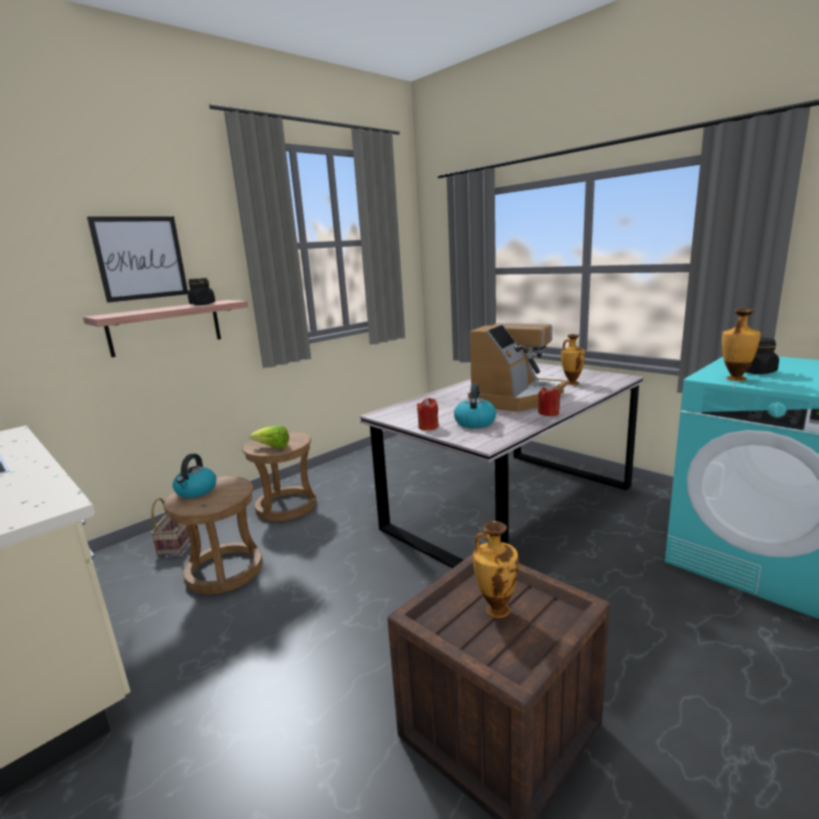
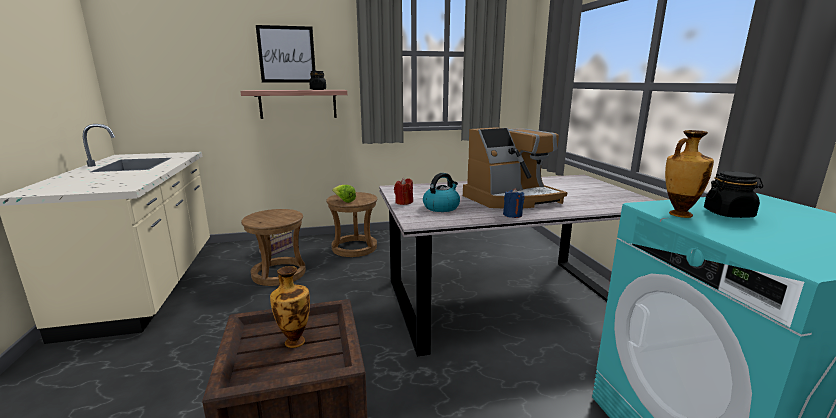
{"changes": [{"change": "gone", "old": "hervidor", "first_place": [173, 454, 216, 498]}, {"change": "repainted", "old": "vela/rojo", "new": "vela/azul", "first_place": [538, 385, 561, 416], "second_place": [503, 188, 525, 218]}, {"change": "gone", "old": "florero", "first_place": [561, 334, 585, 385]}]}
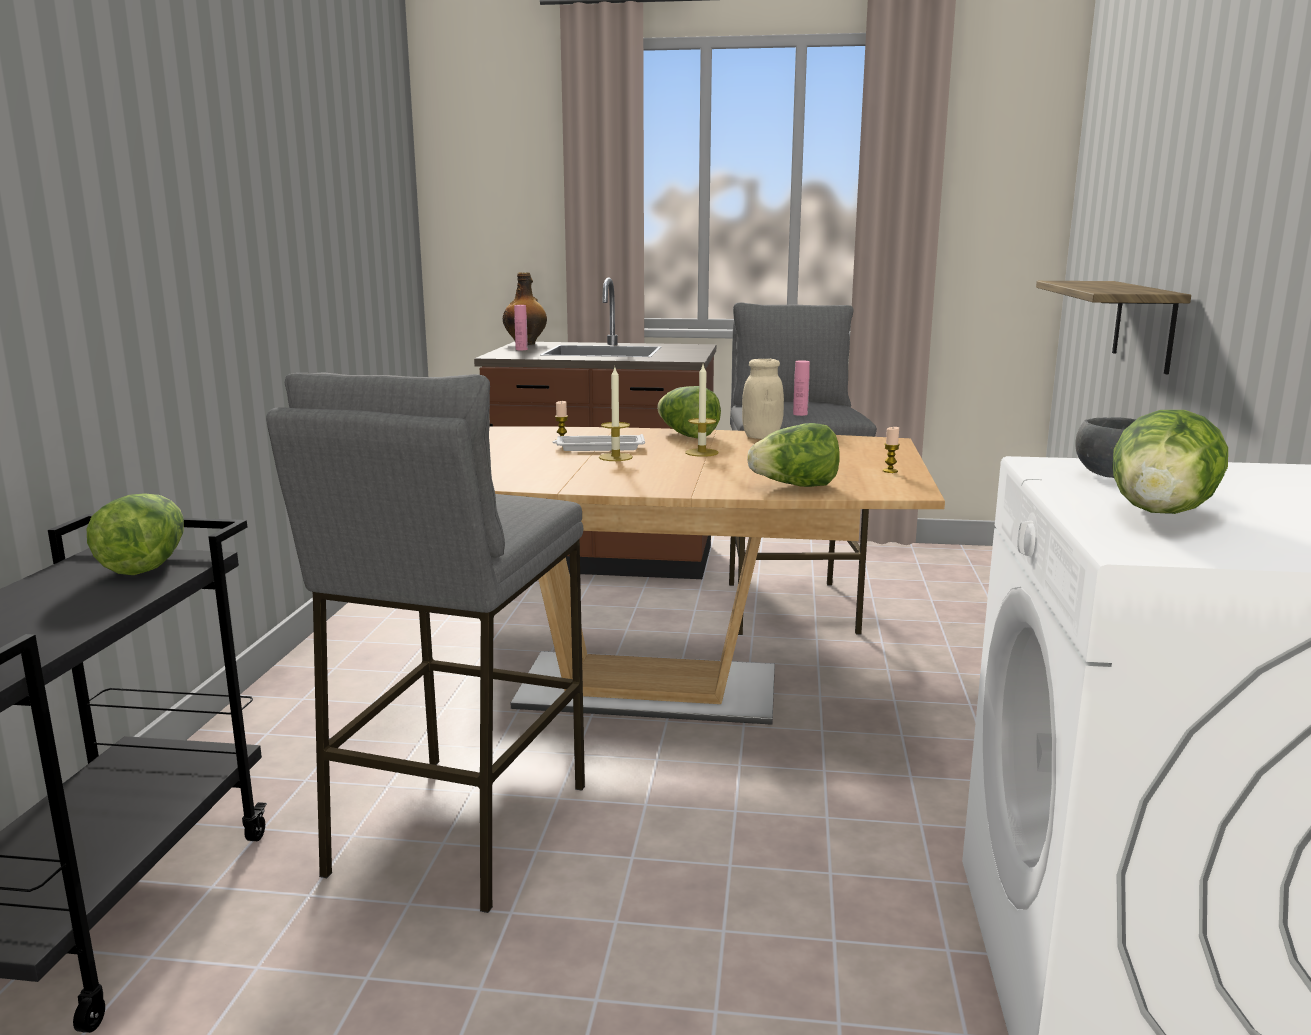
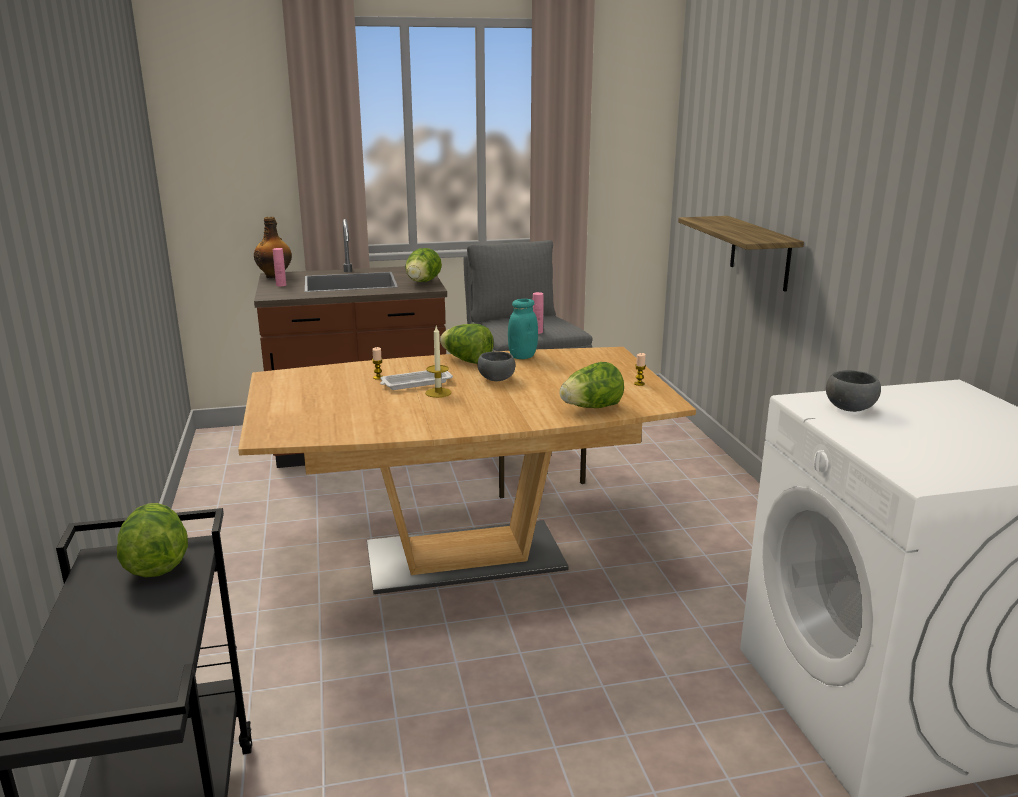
{"changes": [{"change": "gone", "old": "taburete/gris", "first_place": [266, 372, 585, 913]}, {"change": "swapped", "old": "vela", "new": "cuenco/gris", "first_place": [685, 365, 718, 457], "second_place": [478, 351, 515, 381]}, {"change": "repainted", "old": "tarro/beis", "new": "tarro/turquesa", "first_place": [742, 359, 784, 439], "second_place": [508, 299, 538, 359]}, {"change": "shifted", "old": "lechuga", "first_place": [1112, 410, 1228, 514], "second_place": [405, 248, 442, 282]}]}
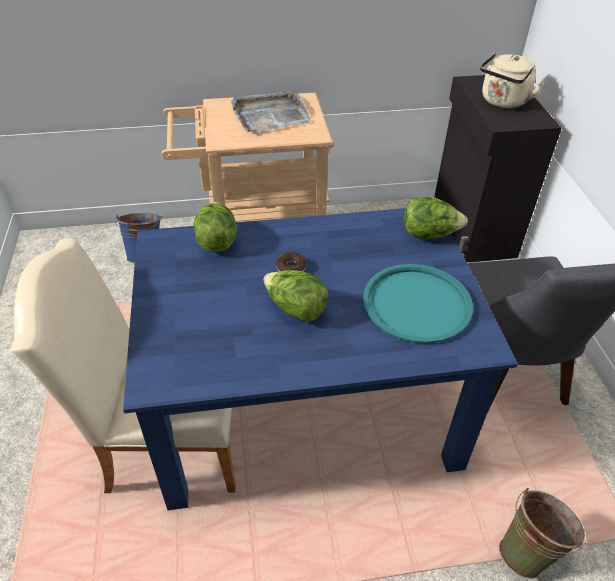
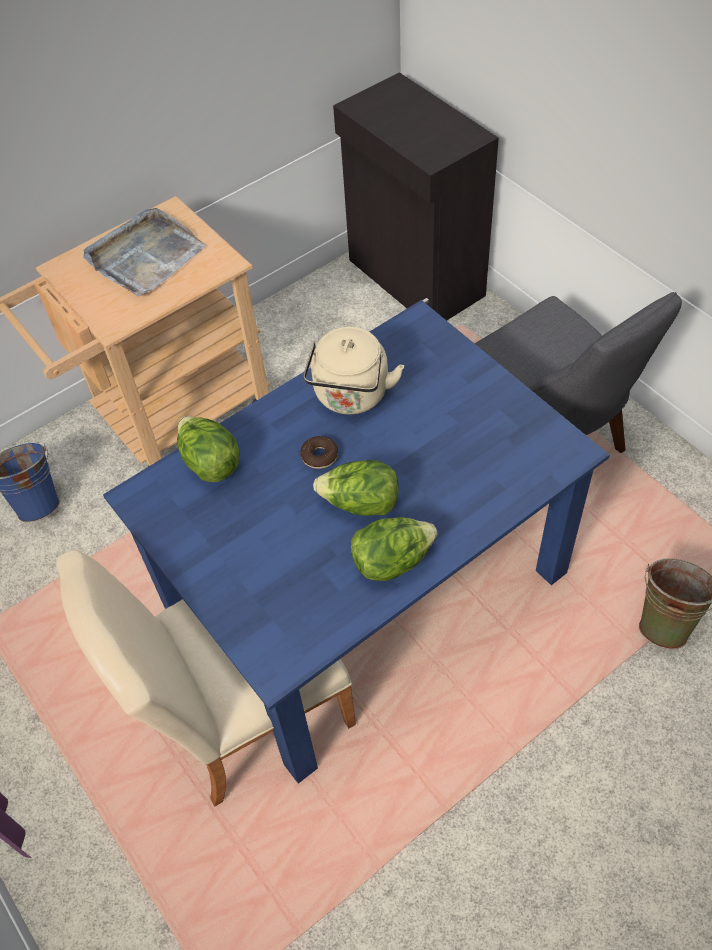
{"changes": [{"change": "gone", "old": "bandeja/turquesa", "first_place": [363, 264, 473, 344]}, {"change": "shifted", "old": "lechuga", "first_place": [404, 197, 468, 239], "second_place": [351, 518, 438, 581]}, {"change": "shifted", "old": "hervidor/beis", "first_place": [480, 53, 544, 108], "second_place": [303, 327, 404, 415]}]}
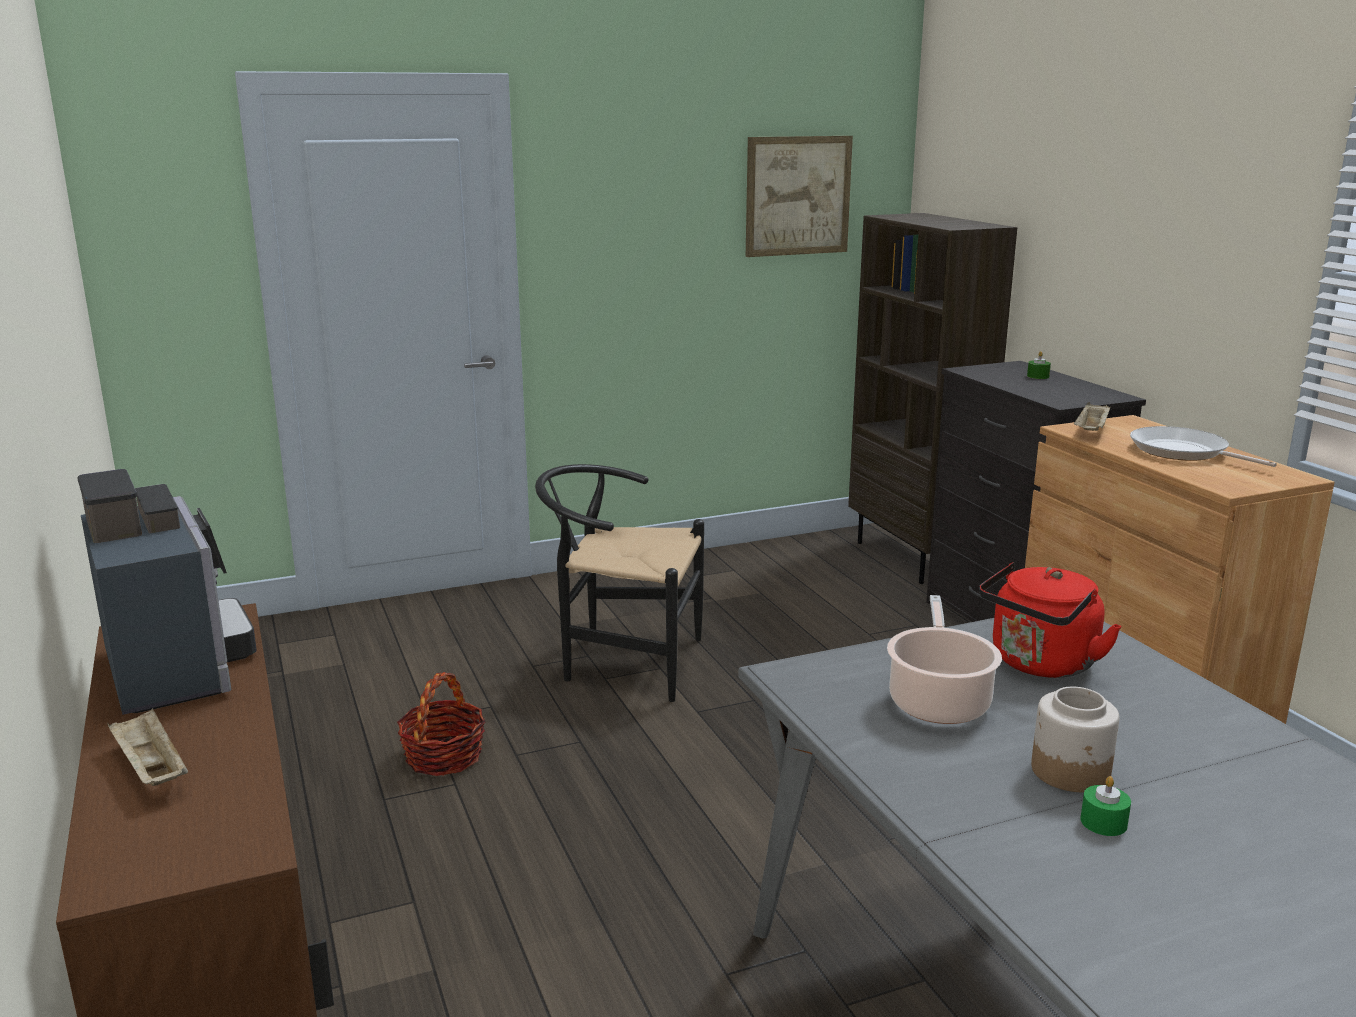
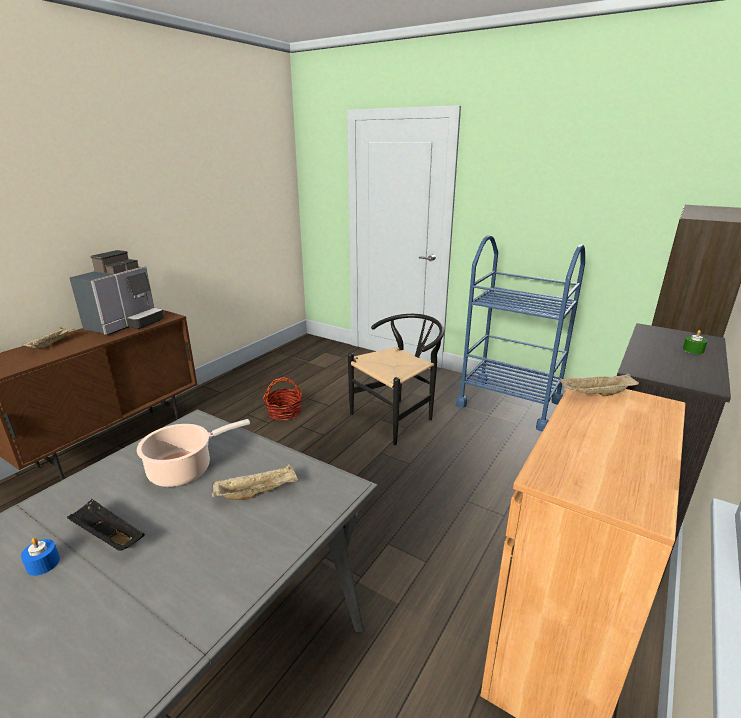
{"changes": [{"change": "rotated", "old": "silla/negro", "first_place": [535, 464, 704, 702], "second_place": [348, 314, 444, 445], "degrees": 75}, {"change": "gone", "old": "cuadro", "first_place": [746, 136, 853, 257]}, {"change": "swapped", "old": "hervidor/rojo", "new": "bandeja/beis", "first_place": [979, 562, 1122, 678], "second_place": [212, 465, 298, 500]}, {"change": "swapped", "old": "tarro", "new": "bandeja/negro", "first_place": [1031, 687, 1119, 792], "second_place": [67, 499, 145, 551]}, {"change": "repainted", "old": "vela/verde", "new": "vela/azul", "first_place": [1081, 776, 1131, 836], "second_place": [21, 538, 60, 576]}, {"change": "gone", "old": "sartén", "first_place": [1130, 426, 1277, 467]}, {"change": "new", "new": "carrito/azul", "second_place": [456, 235, 585, 432]}]}
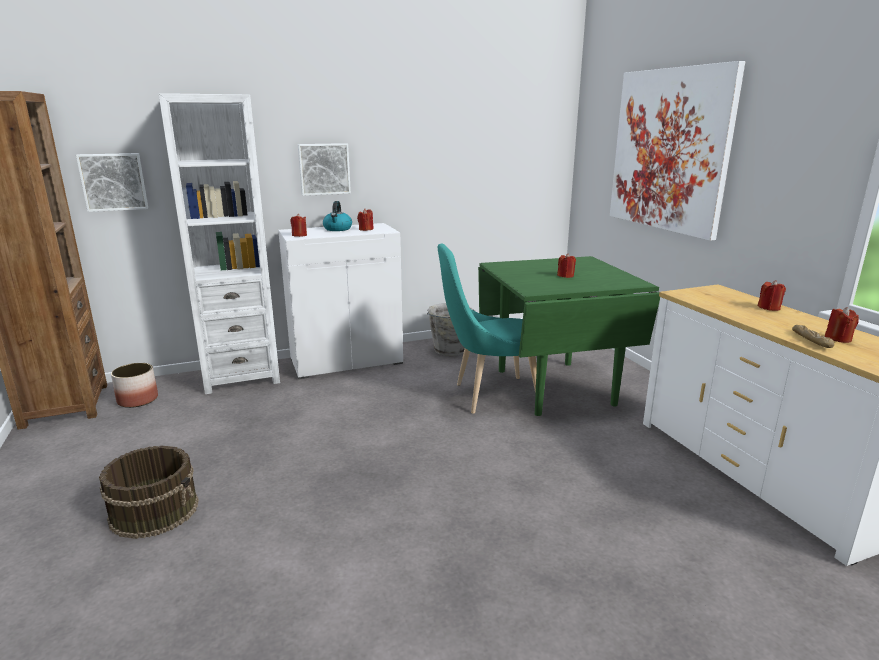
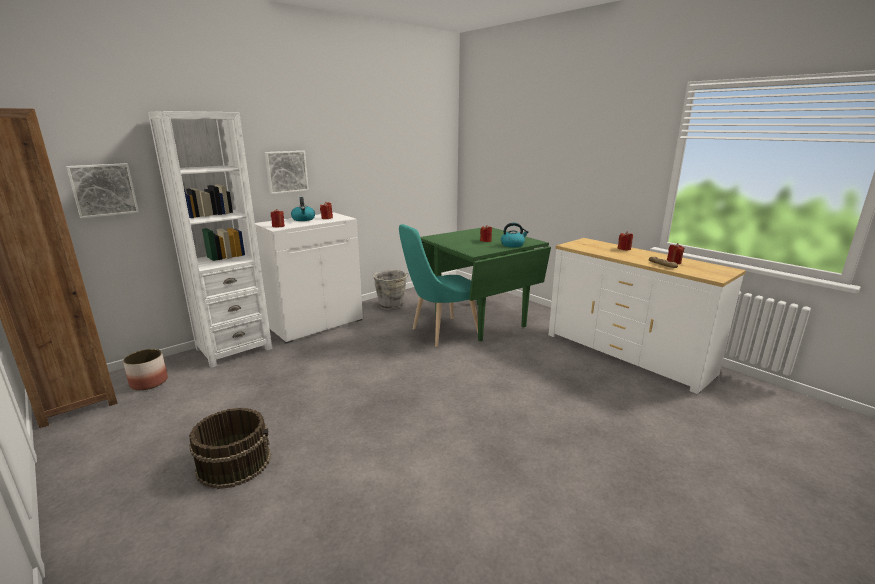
{"changes": [{"change": "gone", "old": "cuadro", "first_place": [610, 61, 745, 241]}, {"change": "new", "new": "hervidor", "second_place": [501, 223, 529, 248]}]}
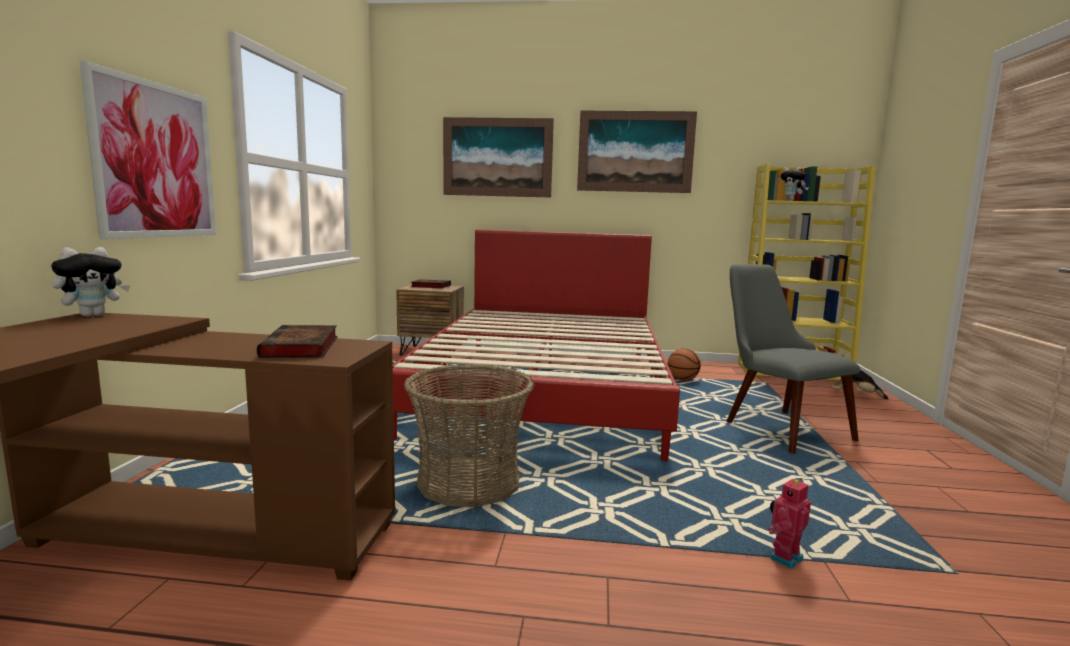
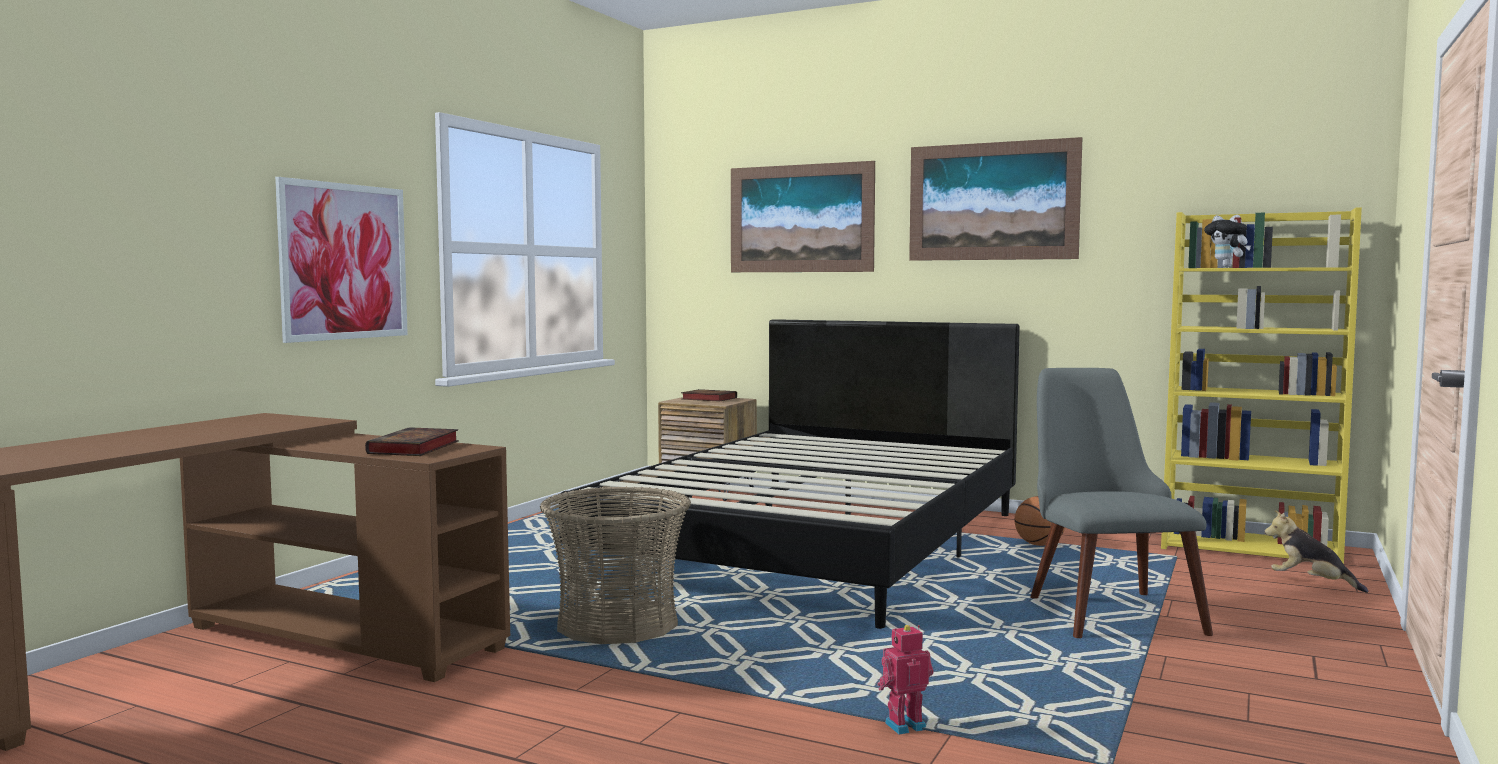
{"changes": [{"change": "gone", "old": "peluche", "first_place": [51, 247, 130, 317]}, {"change": "repainted", "old": "cama/rojo", "new": "cama/negro", "first_place": [393, 229, 680, 461], "second_place": [559, 319, 1020, 629]}]}
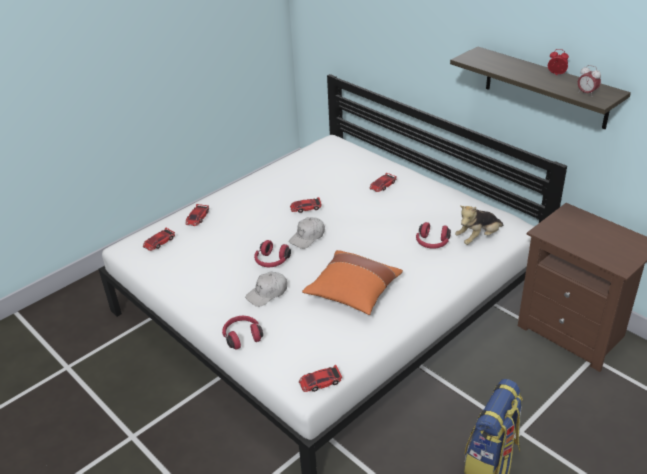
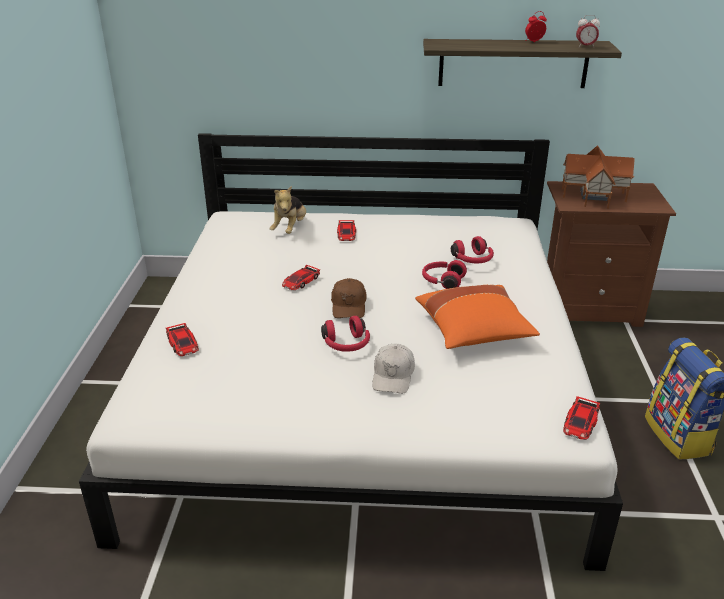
{"changes": [{"change": "gone", "old": "coche de juguete", "first_place": [143, 228, 175, 251]}, {"change": "shifted", "old": "auriculares/rojo", "first_place": [222, 316, 263, 350], "second_place": [422, 260, 467, 289]}, {"change": "repainted", "old": "gorra/blanco", "new": "gorra/marrón", "first_place": [289, 217, 325, 249], "second_place": [331, 278, 367, 318]}, {"change": "shifted", "old": "peluche", "first_place": [455, 206, 503, 245], "second_place": [270, 186, 306, 234]}, {"change": "new", "new": "casita", "second_place": [562, 145, 635, 209]}]}
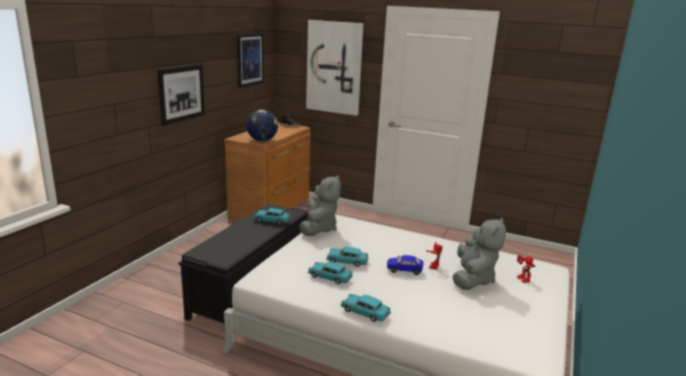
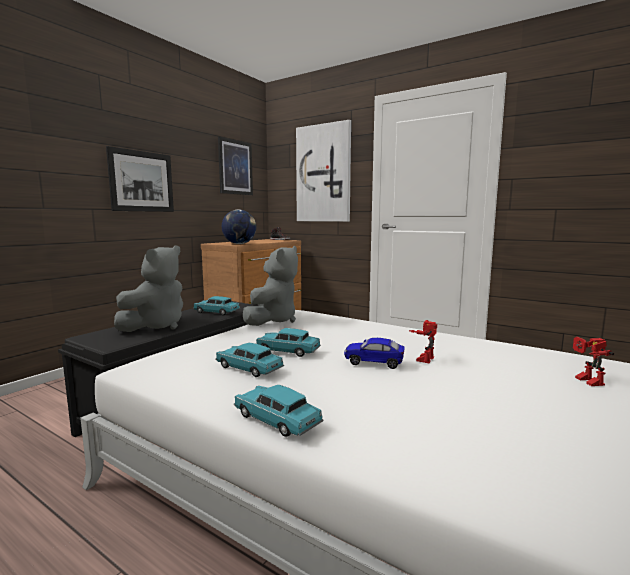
{"changes": [{"change": "shifted", "old": "peluche/gris", "first_place": [452, 218, 506, 290], "second_place": [114, 245, 183, 332]}]}
